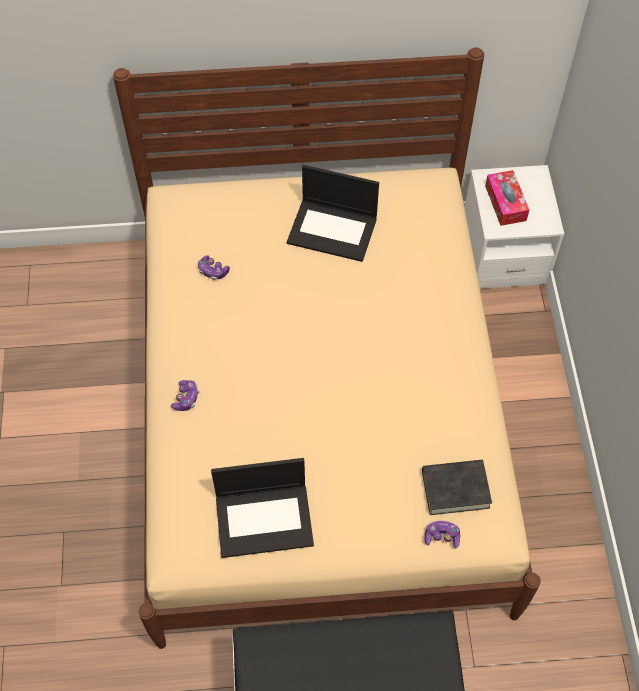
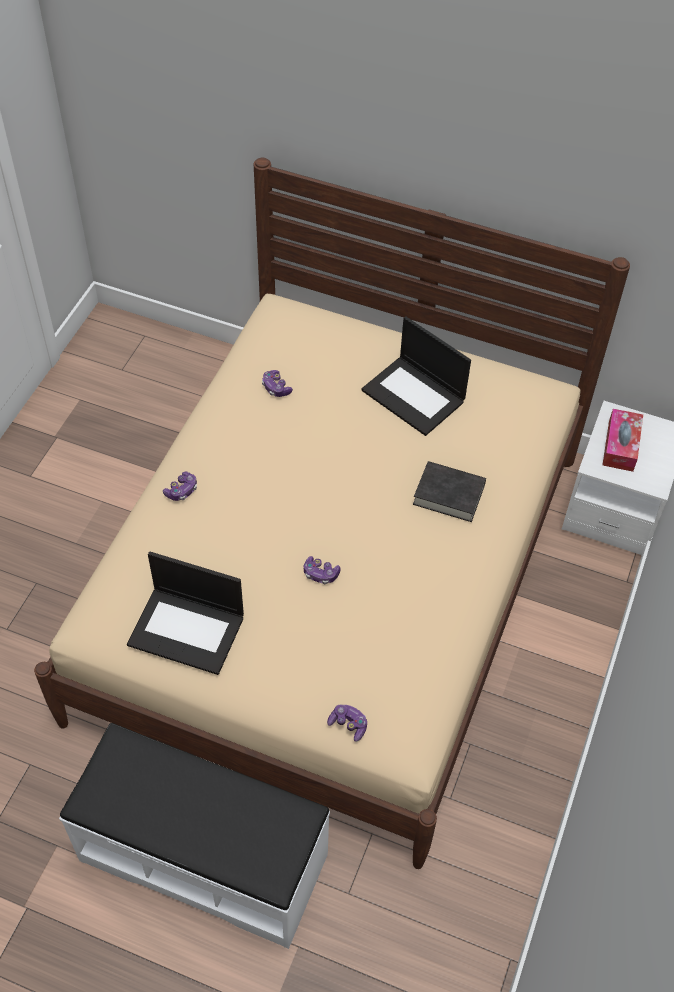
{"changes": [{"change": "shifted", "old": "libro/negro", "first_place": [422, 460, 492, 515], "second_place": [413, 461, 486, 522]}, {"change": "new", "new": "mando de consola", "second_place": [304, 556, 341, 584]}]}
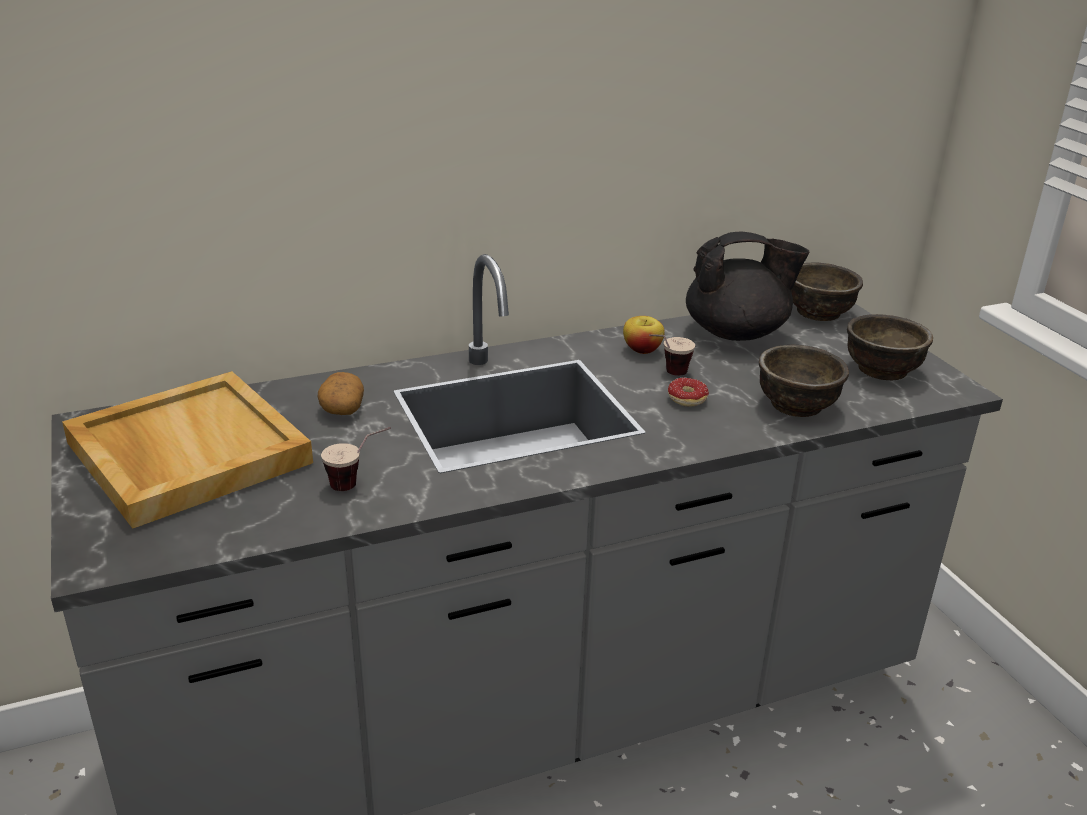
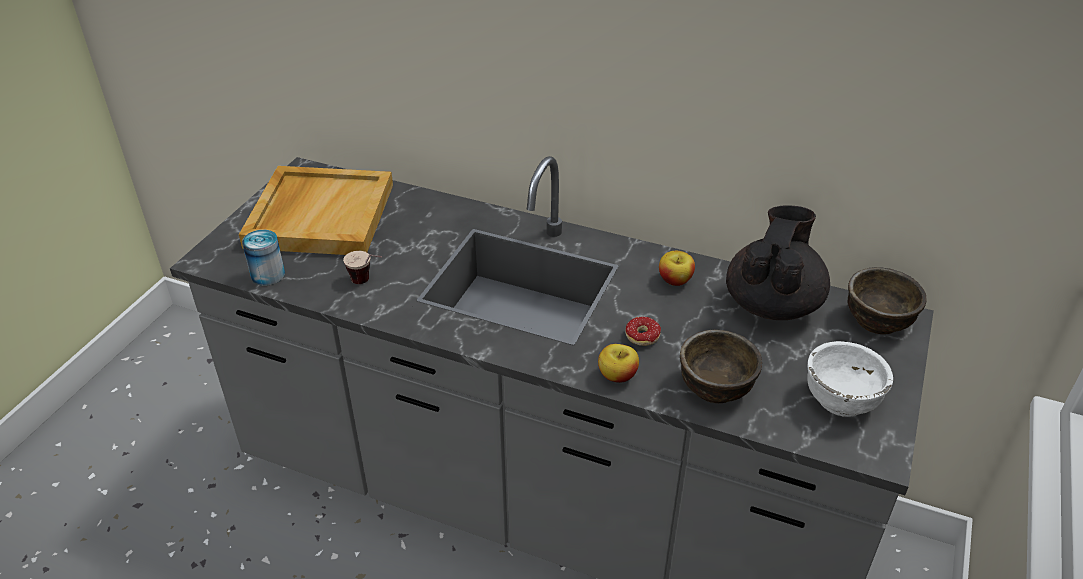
{"changes": [{"change": "gone", "old": "patata", "first_place": [318, 372, 364, 415]}, {"change": "gone", "old": "taza", "first_place": [649, 334, 695, 376]}, {"change": "rotated", "old": "tetera/negro", "first_place": [686, 231, 809, 341], "second_place": [726, 205, 830, 320], "degrees": -105}, {"change": "repainted", "old": "cuenco/marrón", "new": "cuenco/blanco", "first_place": [847, 314, 933, 380], "second_place": [807, 341, 893, 417]}, {"change": "new", "new": "lata", "second_place": [242, 230, 285, 286]}, {"change": "new", "new": "manzana", "second_place": [598, 344, 639, 383]}]}
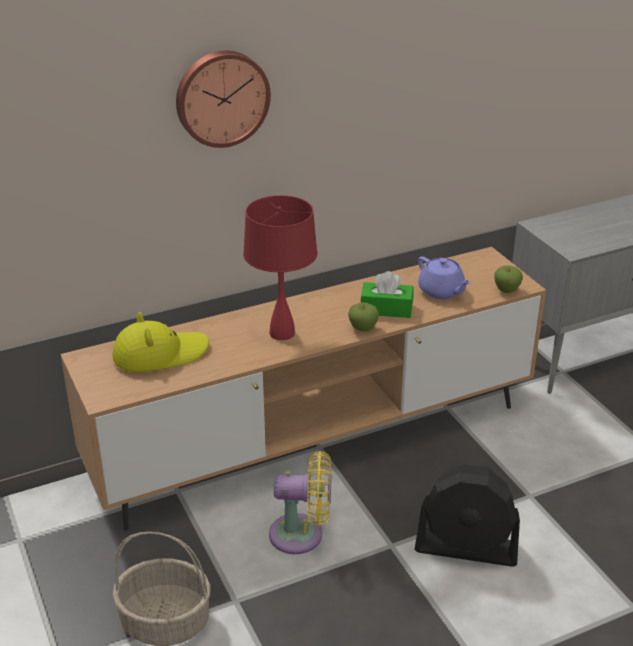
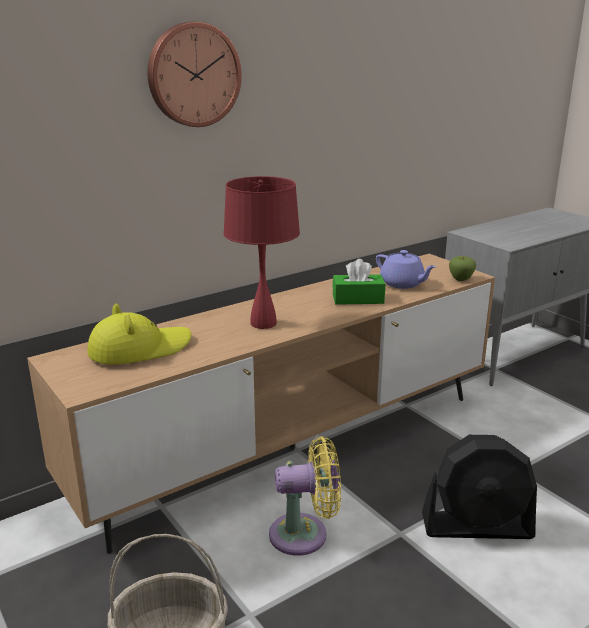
{"changes": [{"change": "gone", "old": "manzana", "first_place": [348, 302, 379, 331]}]}
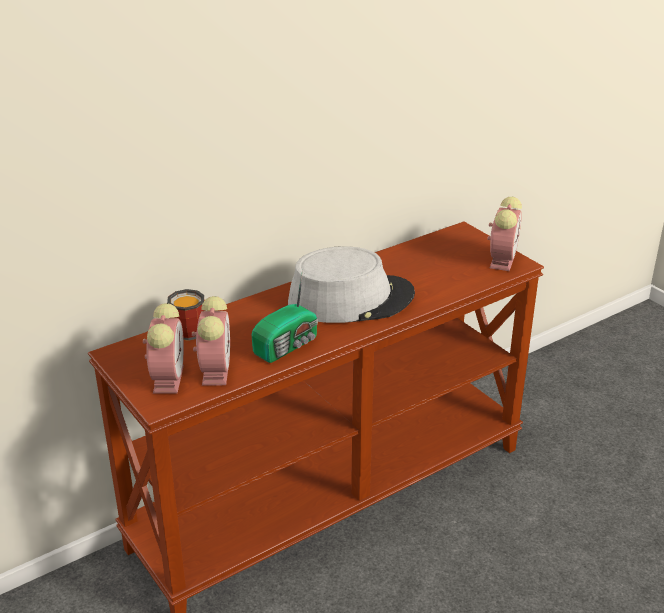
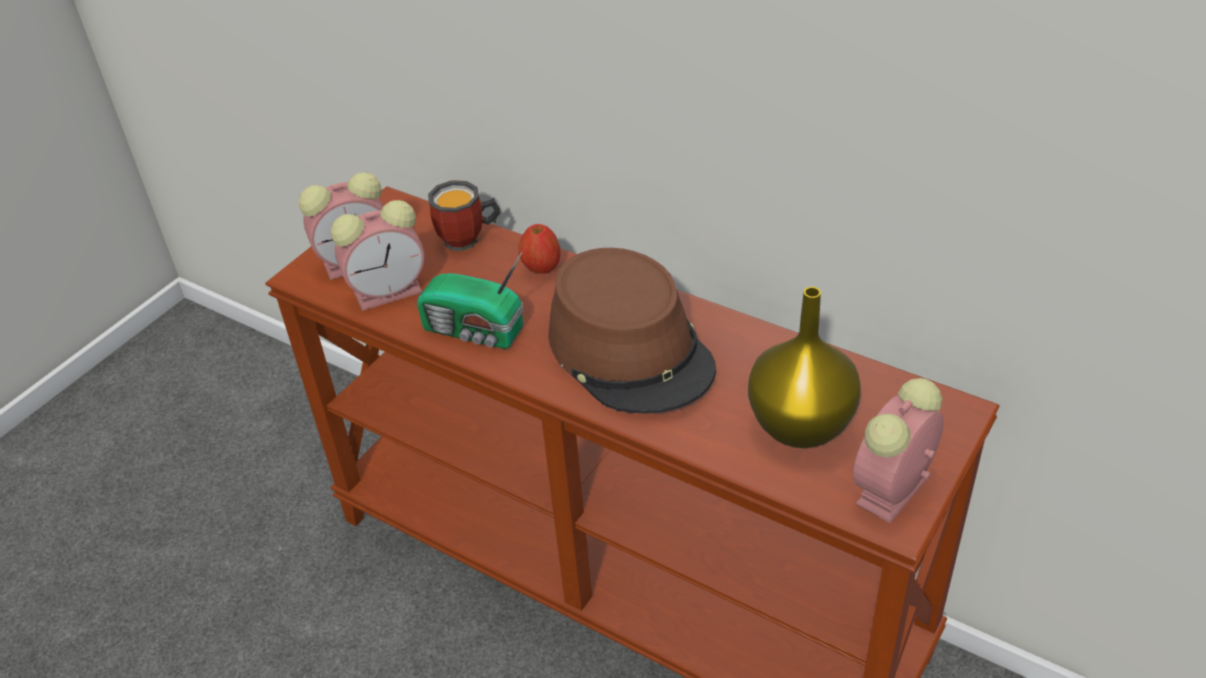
{"changes": [{"change": "repainted", "old": "sombrero/gris", "new": "sombrero/marrón", "first_place": [288, 246, 415, 323], "second_place": [548, 248, 716, 414]}, {"change": "rotated", "old": "despertador", "first_place": [487, 197, 522, 271], "second_place": [853, 378, 943, 523], "degrees": 135}, {"change": "new", "new": "manzana", "second_place": [518, 224, 560, 274]}, {"change": "new", "new": "florero/amarillo", "second_place": [748, 287, 861, 448]}]}
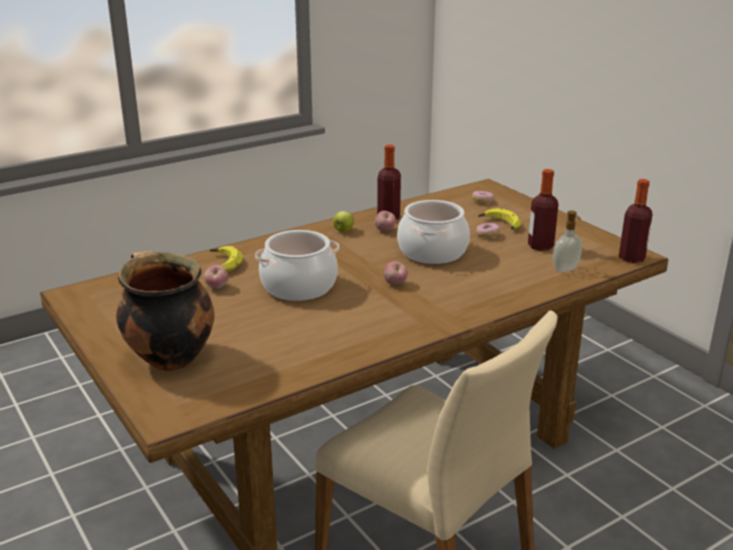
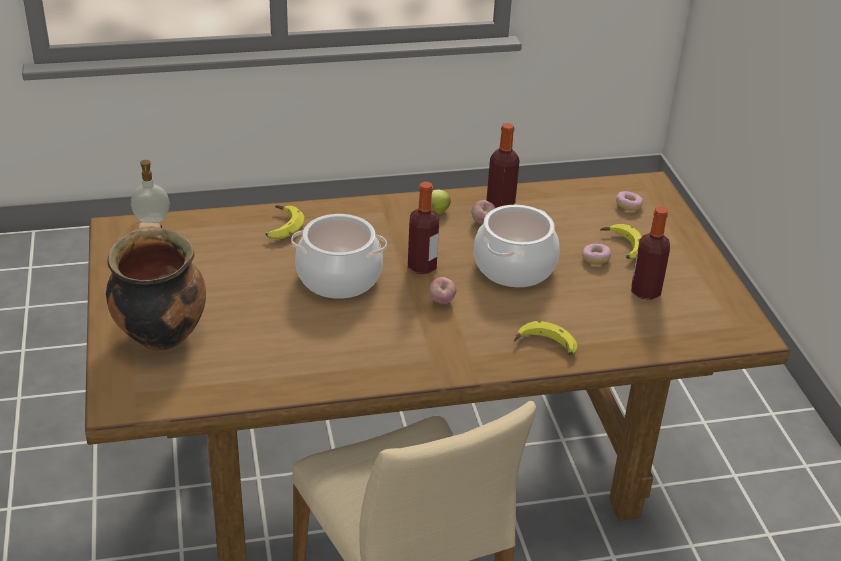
{"changes": [{"change": "gone", "old": "manzana", "first_place": [204, 265, 229, 289]}, {"change": "shifted", "old": "dispensador de jabón", "first_place": [553, 211, 582, 272], "second_place": [131, 160, 169, 223]}, {"change": "shifted", "old": "botella", "first_place": [619, 179, 653, 263], "second_place": [408, 182, 440, 274]}, {"change": "new", "new": "plátano", "second_place": [514, 321, 578, 356]}]}
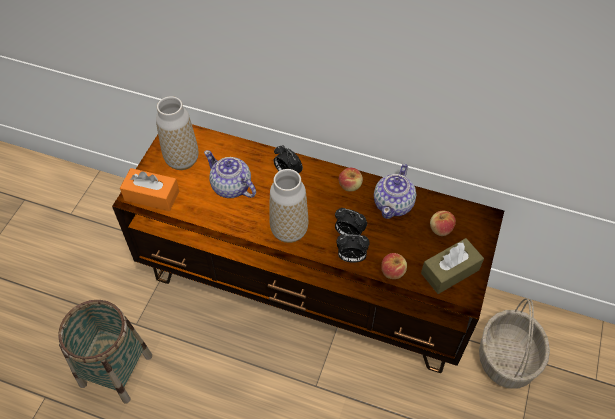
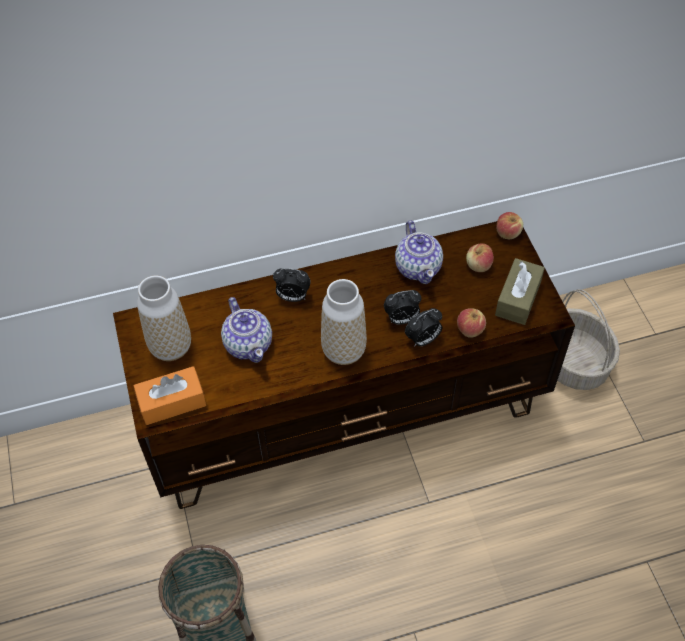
{"changes": [{"change": "rotated", "old": "tetera", "first_place": [204, 150, 256, 198], "second_place": [221, 297, 272, 363], "degrees": -120}, {"change": "shifted", "old": "manzana", "first_place": [339, 168, 363, 192], "second_place": [496, 212, 523, 239]}]}
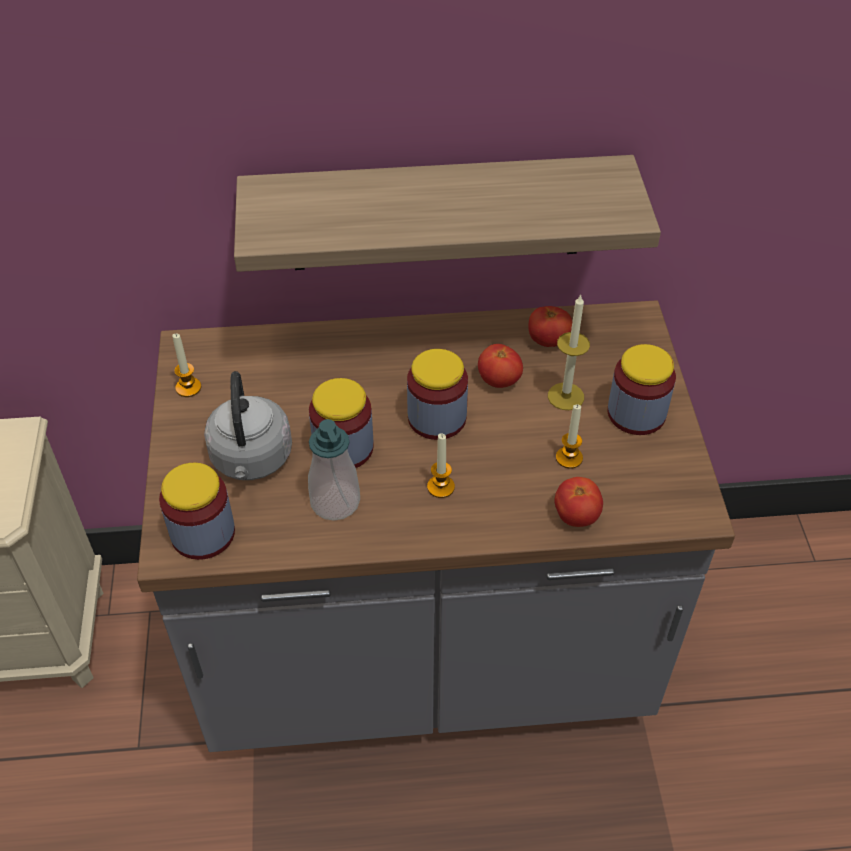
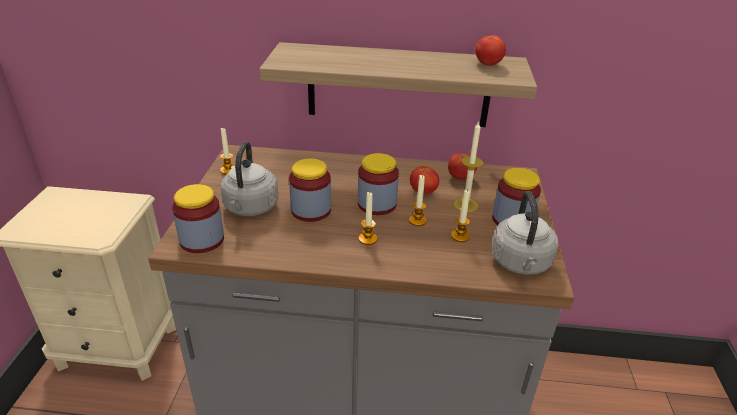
{"changes": [{"change": "gone", "old": "dispensador de jabón", "first_place": [308, 419, 360, 521]}, {"change": "shifted", "old": "tomate", "first_place": [555, 477, 603, 527], "second_place": [475, 35, 506, 66]}, {"change": "new", "new": "vela", "second_place": [409, 175, 427, 226]}, {"change": "new", "new": "hervidor/gris", "second_place": [492, 191, 558, 275]}]}
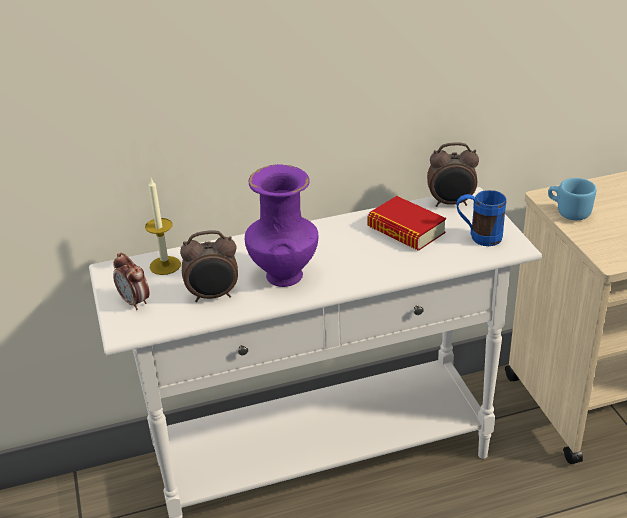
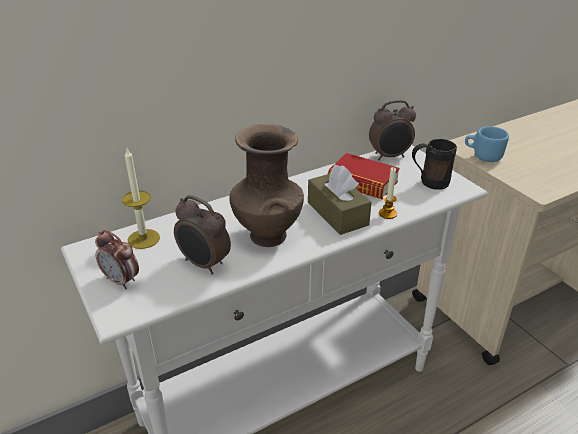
{"changes": [{"change": "rotated", "old": "despertador", "first_place": [180, 230, 238, 302], "second_place": [174, 195, 231, 274], "degrees": 60}, {"change": "repainted", "old": "florero/morado", "new": "florero/marrón", "first_place": [245, 164, 319, 287], "second_place": [230, 124, 304, 247]}, {"change": "repainted", "old": "taza grande/azul", "new": "taza grande/negro", "first_place": [456, 190, 506, 246], "second_place": [412, 139, 457, 190]}, {"change": "new", "new": "caja de pañuelos/marrón", "second_place": [308, 165, 372, 235]}, {"change": "new", "new": "vela", "second_place": [379, 167, 397, 219]}]}
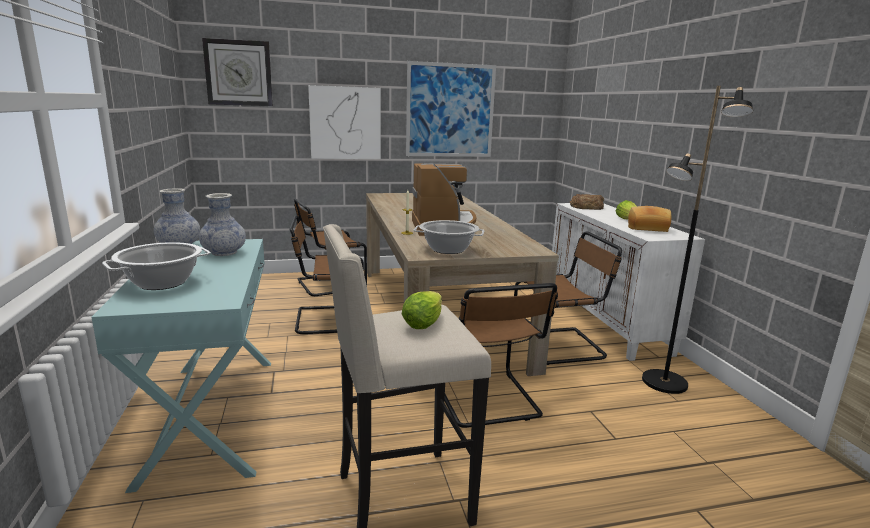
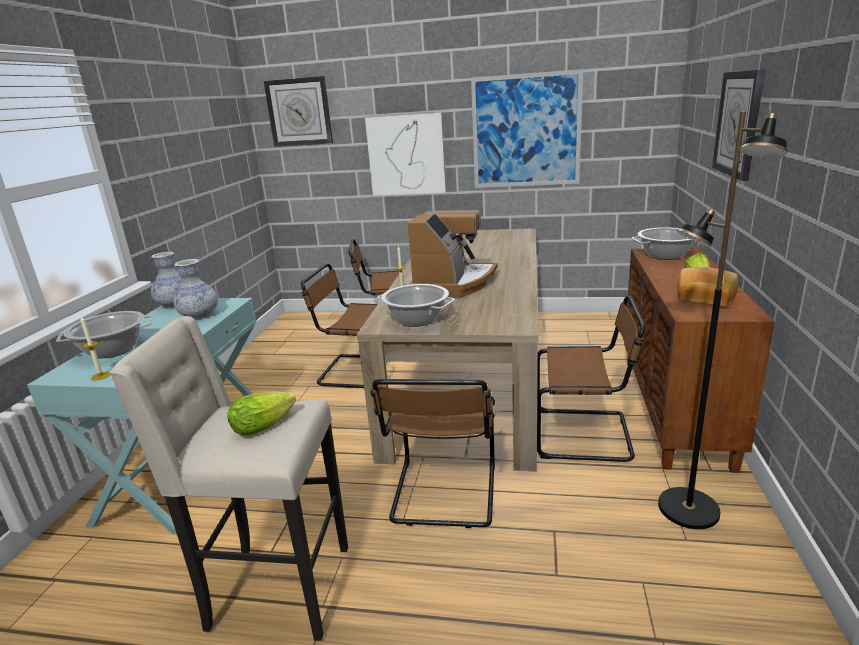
{"changes": [{"change": "repainted", "old": "armario/blanco", "new": "armario/marrón", "first_place": [552, 203, 705, 361], "second_place": [624, 248, 775, 473]}, {"change": "swapped", "old": "pan", "new": "olla", "first_place": [570, 194, 604, 210], "second_place": [632, 227, 694, 260]}, {"change": "new", "new": "vela", "second_place": [80, 316, 110, 381]}, {"change": "new", "new": "reloj de pared", "second_place": [712, 70, 765, 181]}]}
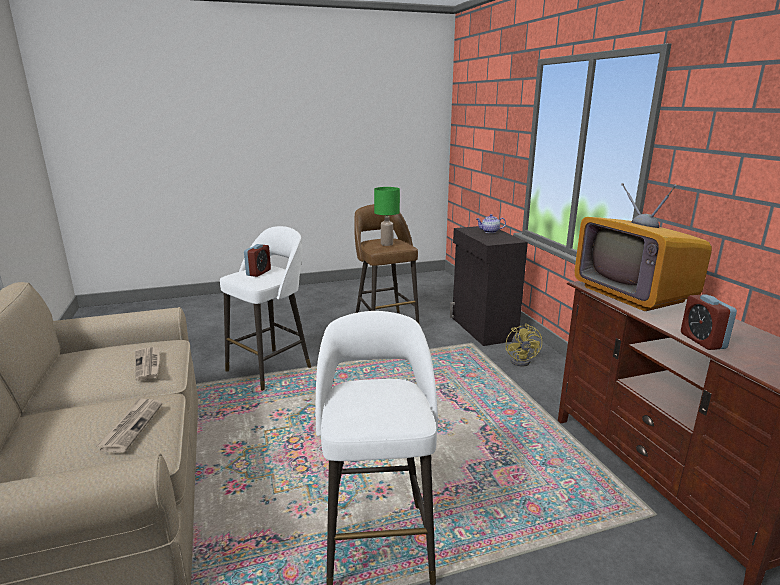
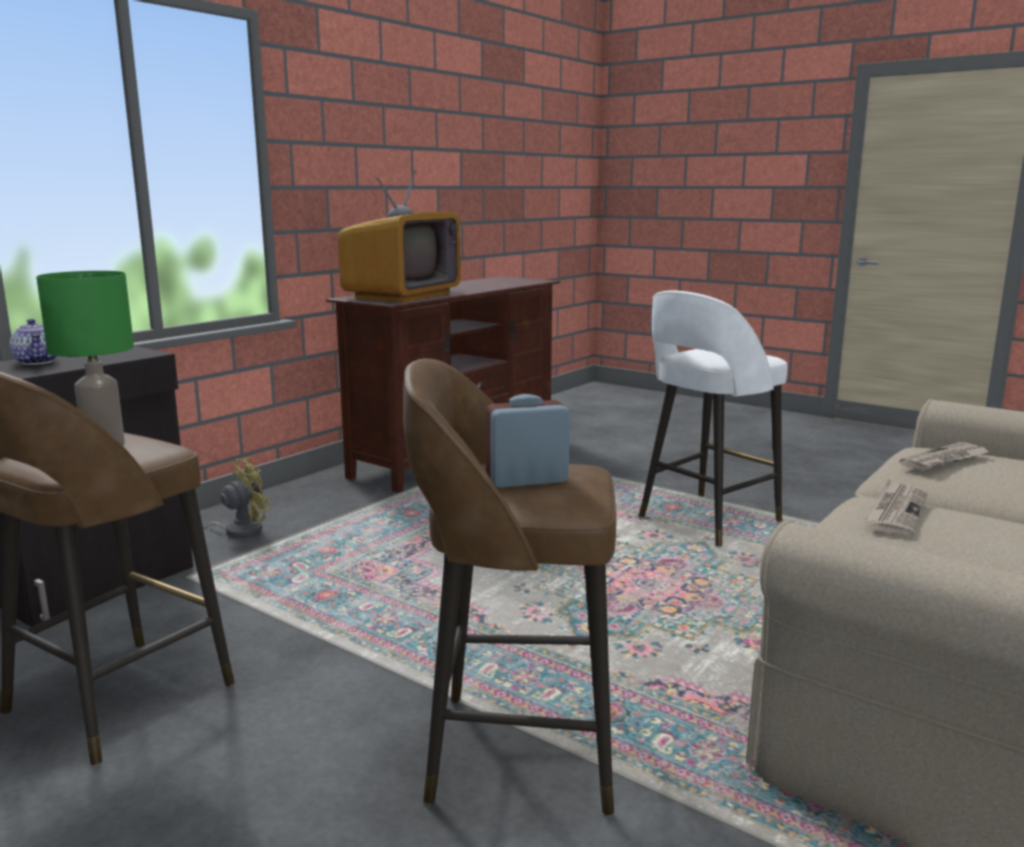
{"changes": [{"change": "repainted", "old": "taburete/blanco", "new": "taburete/marrón", "first_place": [220, 226, 311, 391], "second_place": [403, 358, 616, 816]}, {"change": "gone", "old": "despertador", "first_place": [681, 294, 737, 350]}]}
